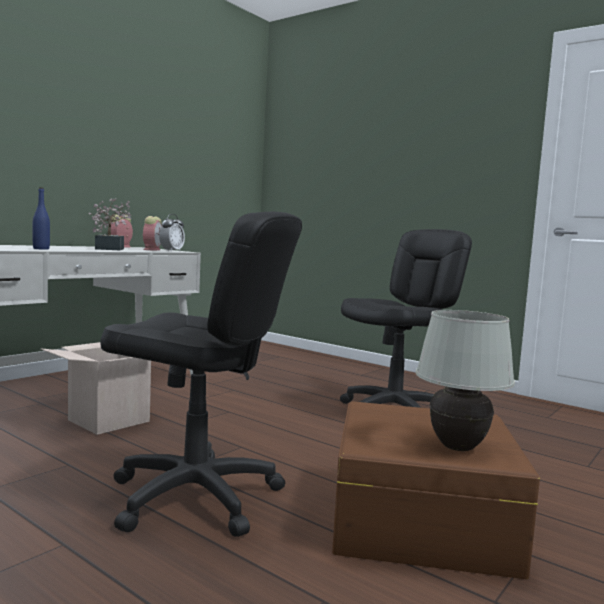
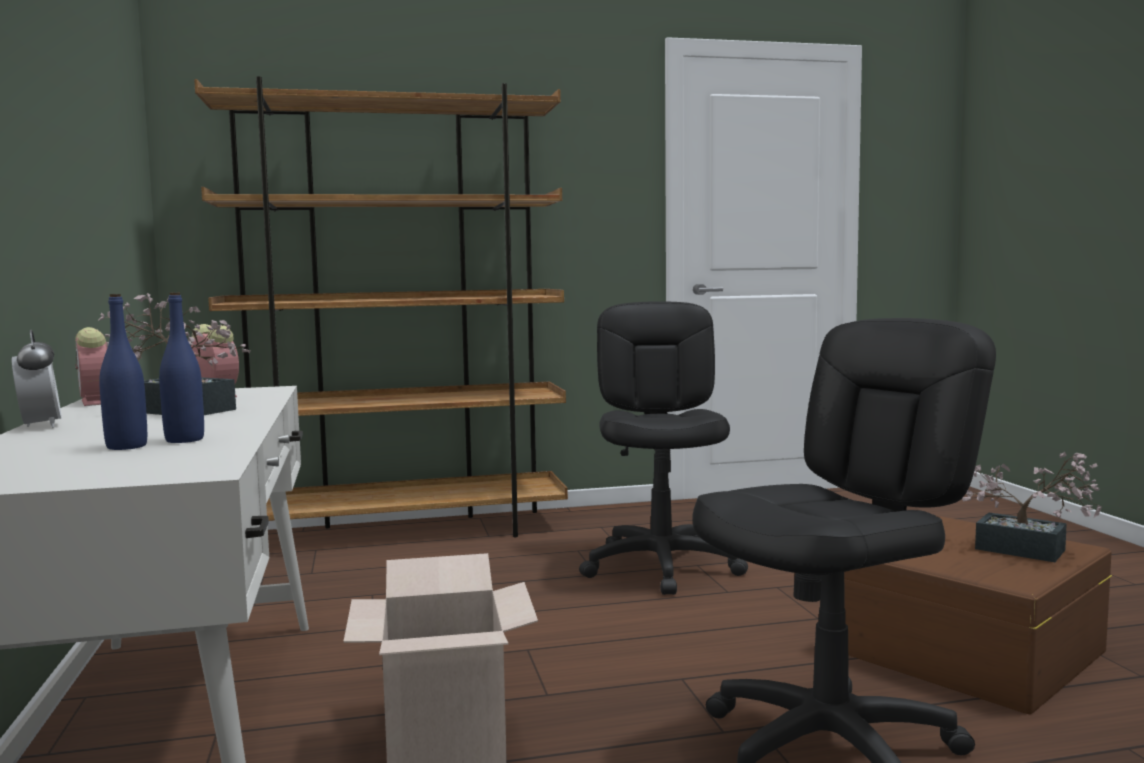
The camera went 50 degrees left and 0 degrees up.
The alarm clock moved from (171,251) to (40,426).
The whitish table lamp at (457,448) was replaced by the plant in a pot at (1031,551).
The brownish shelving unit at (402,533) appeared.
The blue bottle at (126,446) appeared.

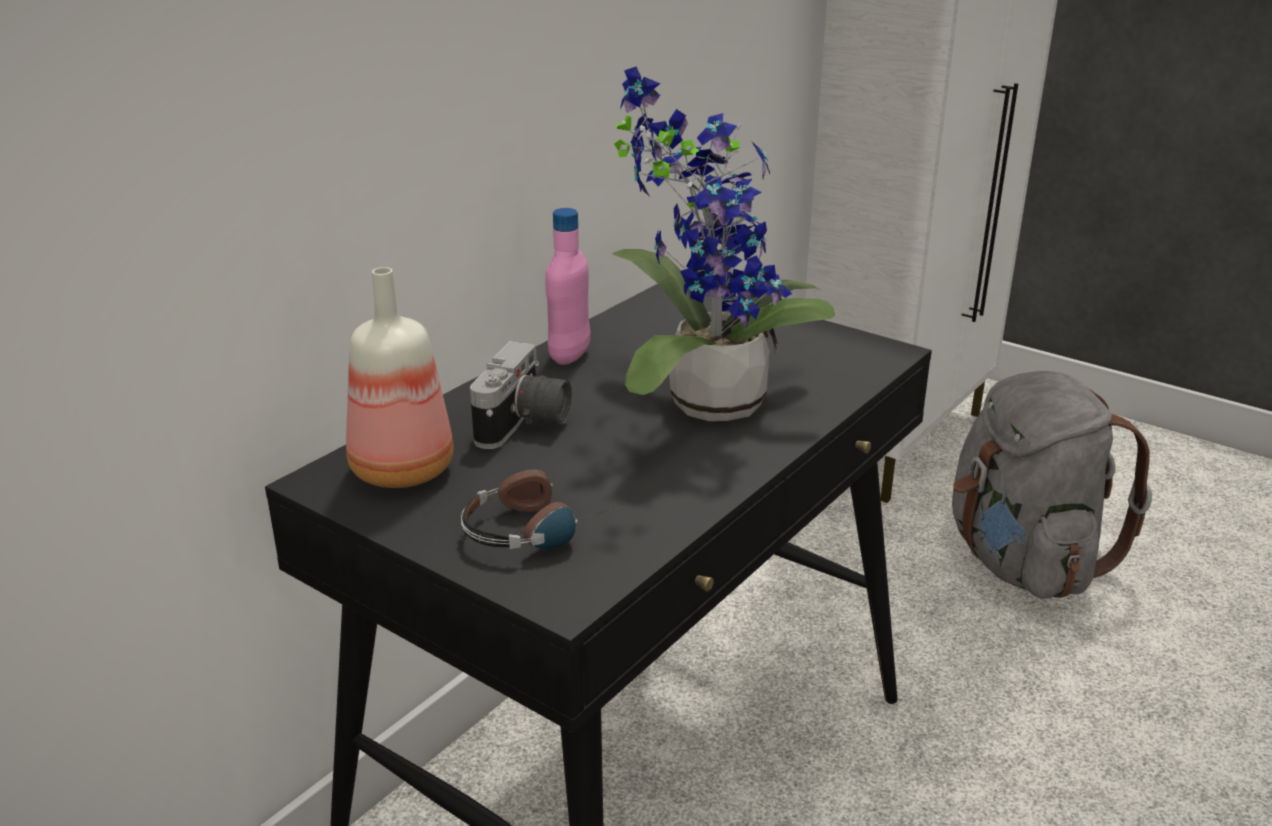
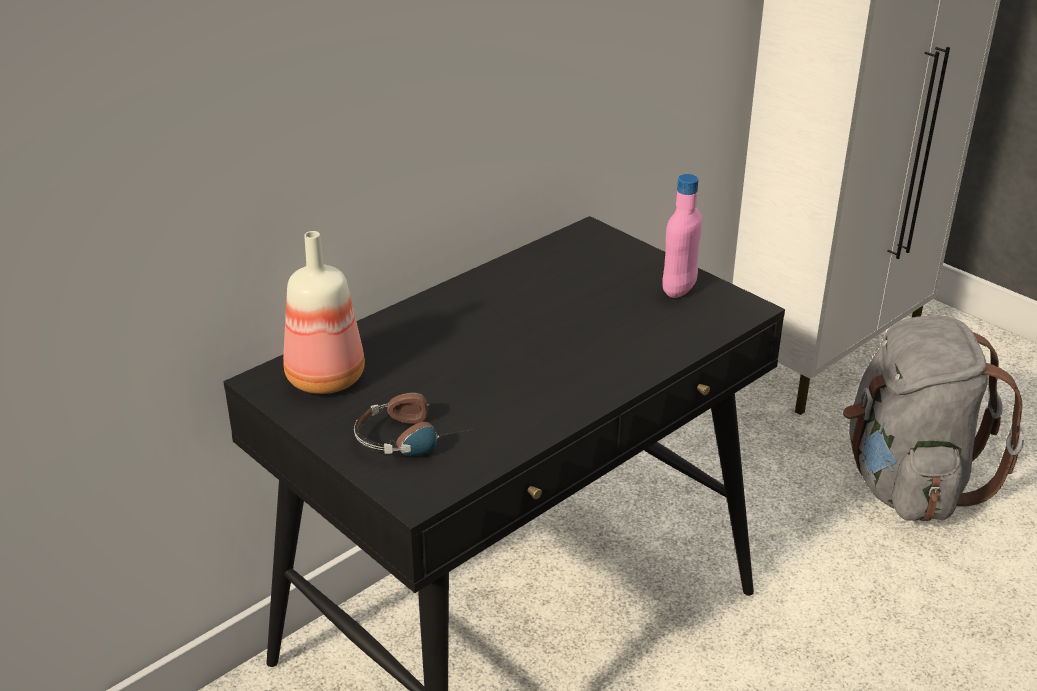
The camera went 10 degrees right and 5 degrees up.
The plant in a pot at (704,400) disappeared.
The pink-coloured bottle moved from (569,355) to (679,290).
The photo camera at (525,424) disappeared.

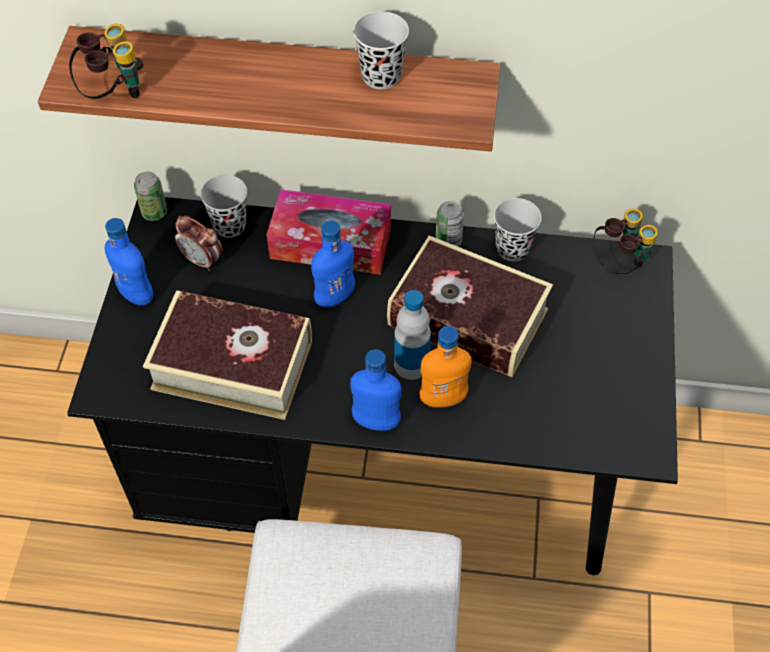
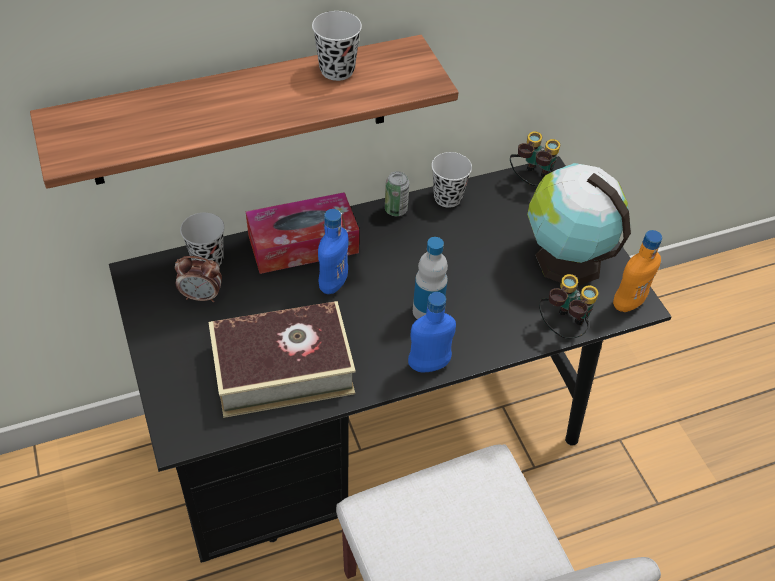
The camera went 30 degrees left and 5 degrees down.
The pair of binoculars moved from (113,93) to (562,327).
The sealed can at (154,212) disappeared.
The blue bottle at (136,294) disappeared.
The bound book at (467,318) disappeared.
The orange bottle moved from (443,398) to (628,303).
The desk globe at (565,259) appeared.

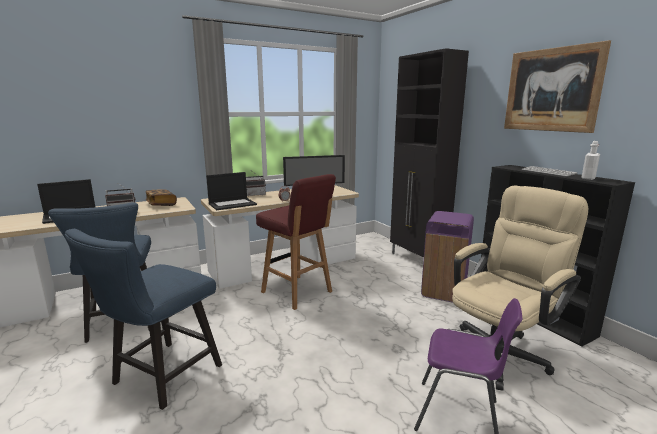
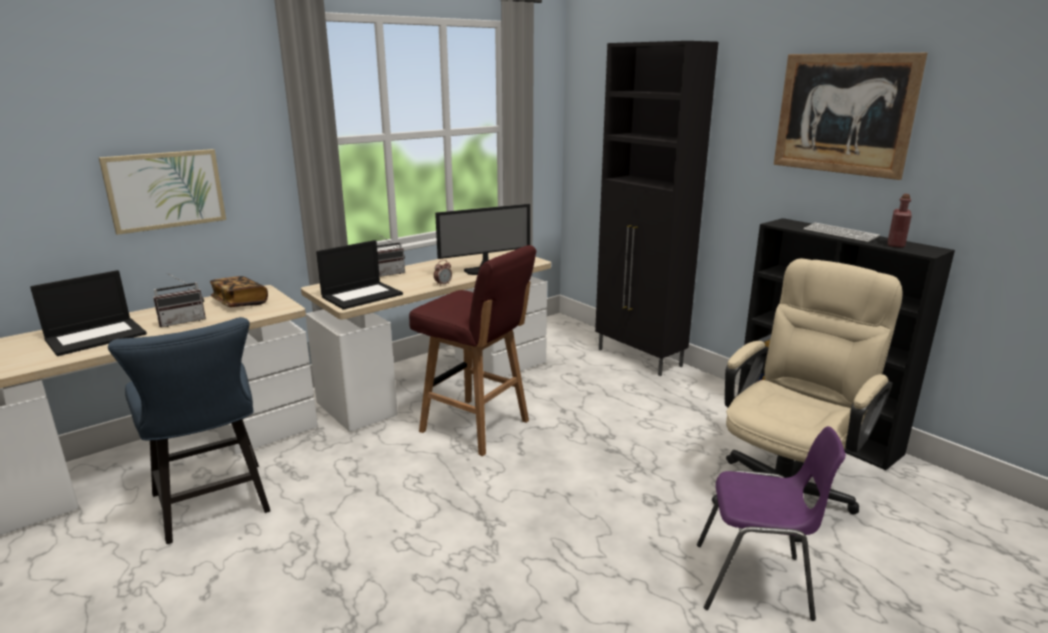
The camera went 10 degrees left and 5 degrees up.
The whitish bottle at (588,178) became the reddish bottle at (895,244).
The purple trash can at (444,291) disappeared.
The blue plain chair at (161,378) disappeared.
The picture at (165,190) appeared.

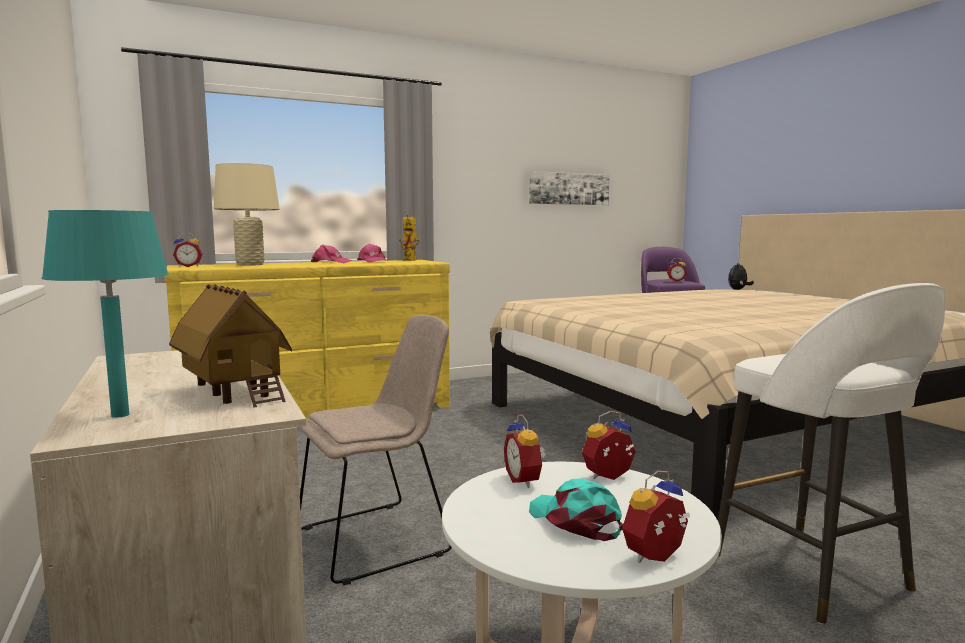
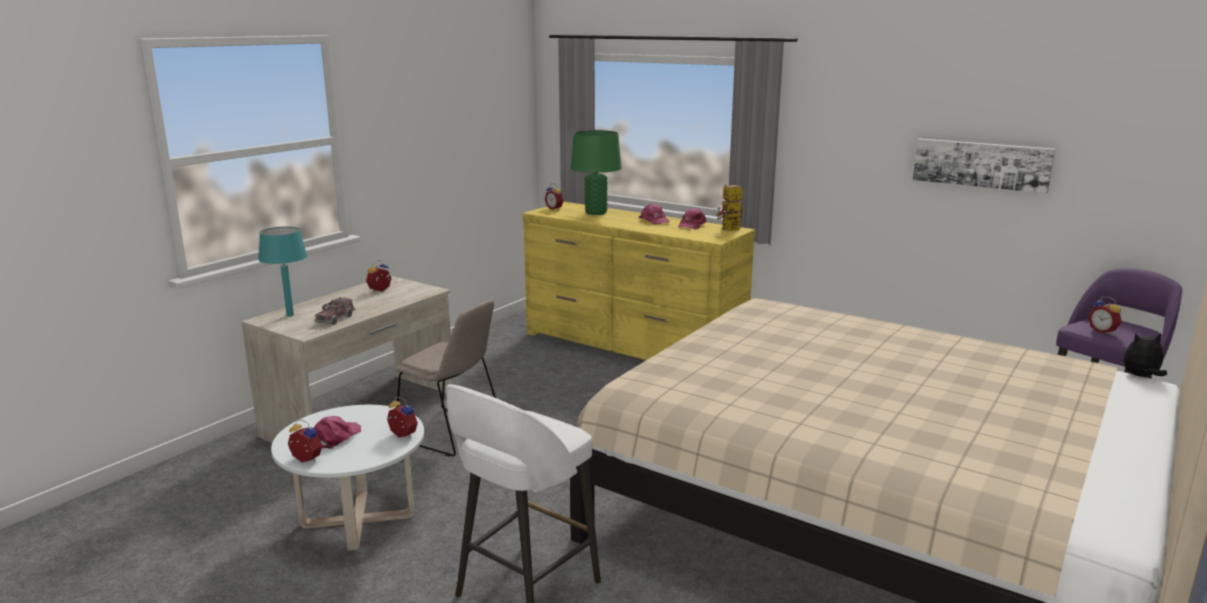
The camera went 60 degrees right and 10 degrees up.
The sand-coloured table lamp at (250,264) became the green-coloured table lamp at (596,213).
The model house at (233,393) was replaced by the toy truck at (335,319).
The alarm clock moved from (525,480) to (380,291).
The blue-green peaked cap at (576,521) became the pink-coloured peaked cap at (336,437).

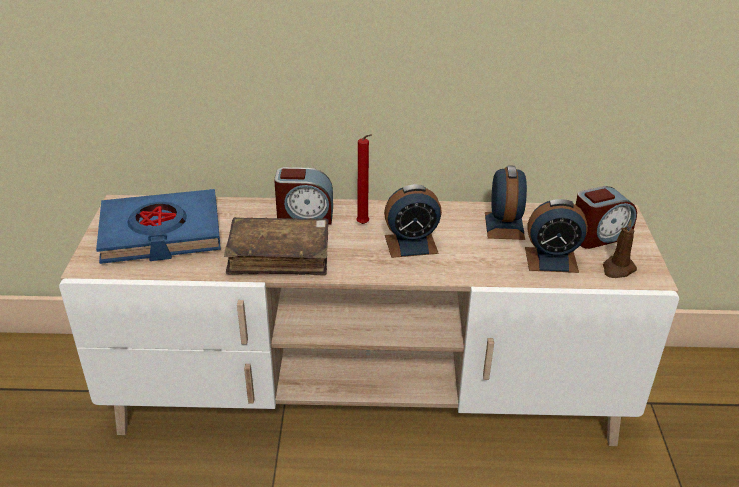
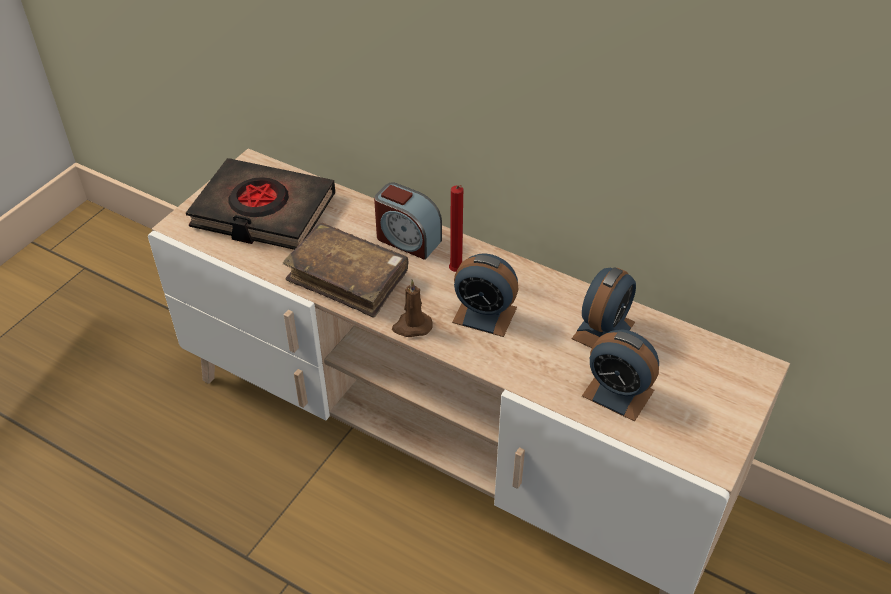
The camera went 30 degrees right and 10 degrees up.
The alarm clock at (599,236) disappeared.
The blue bound book at (161,233) became the blackish bound book at (263,212).
The brownish wax candle moved from (617,269) to (412,326).

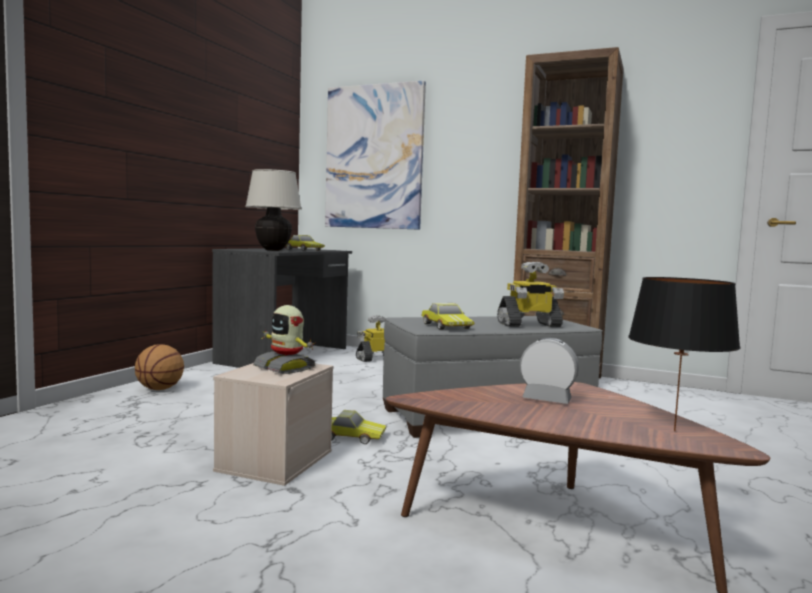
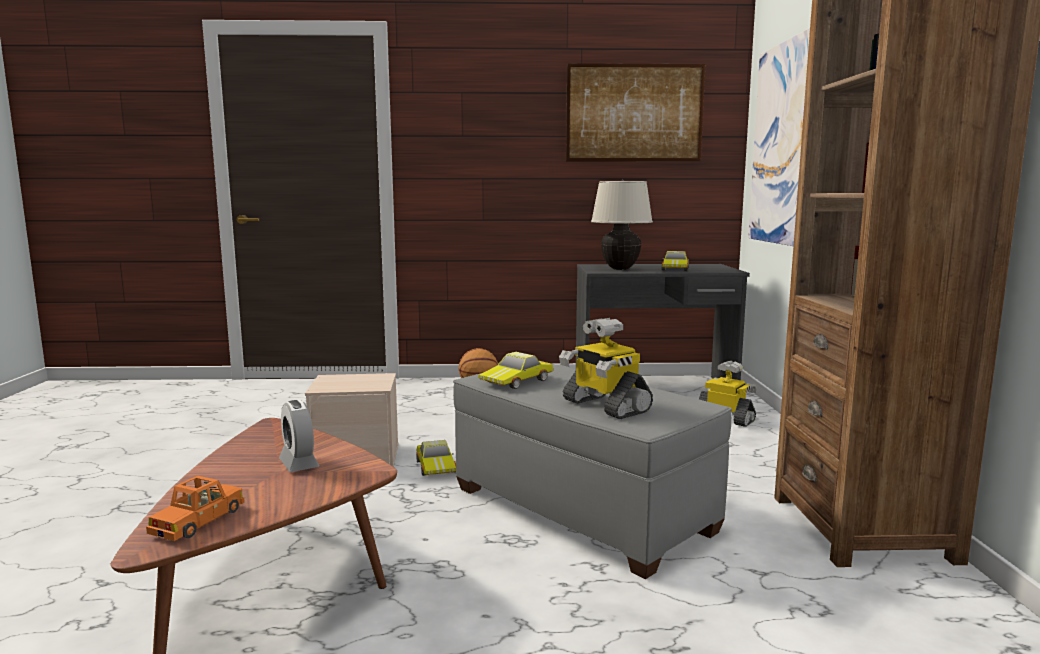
The camera went 65 degrees right and 5 degrees up.
The blackish table lamp at (675,431) was replaced by the orange toy car at (199,521).
The model robot at (285,368) disappeared.
The alarm clock at (546,399) turned 150 degrees clockwise.
The picture at (634,113) appeared.

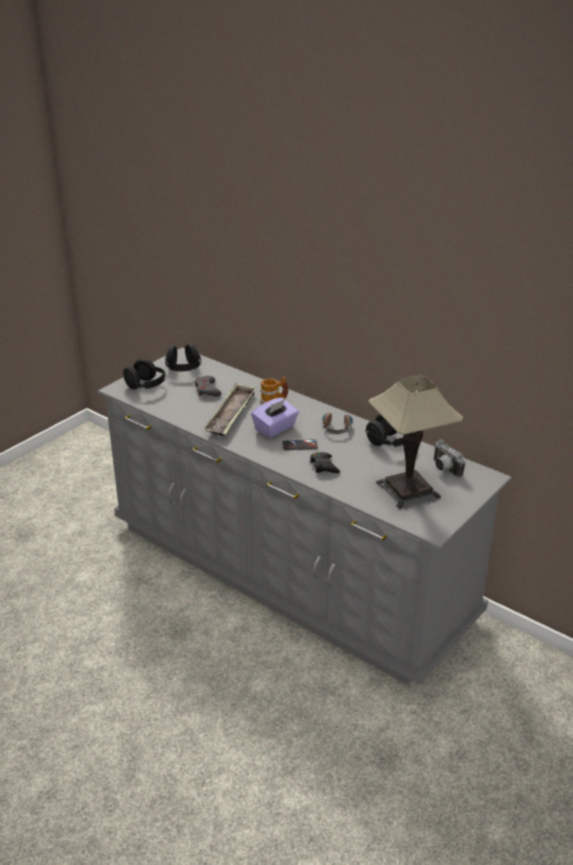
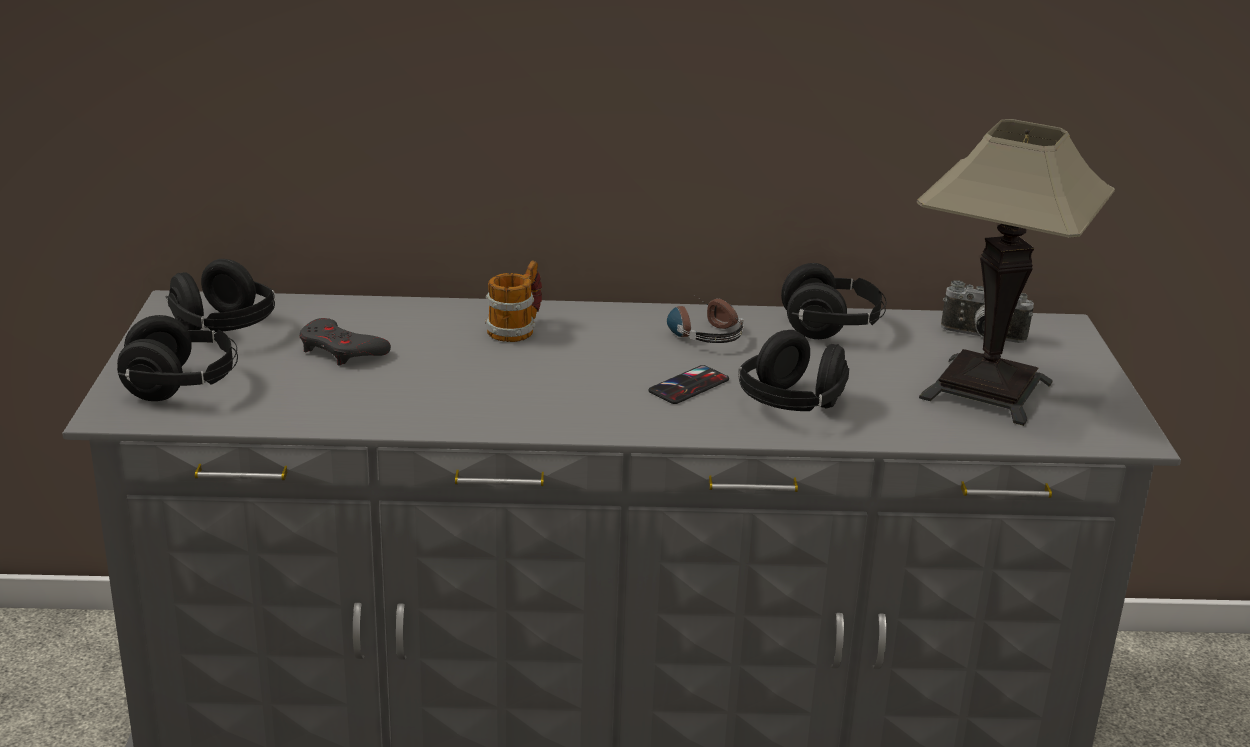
The camera went 40 degrees left and 5 degrees down.
The tray at (231,414) disappeared.
The purple tissue holder at (275,428) disappeared.
The blackish joypad at (324,466) was replaced by the blackish headset at (791,405).

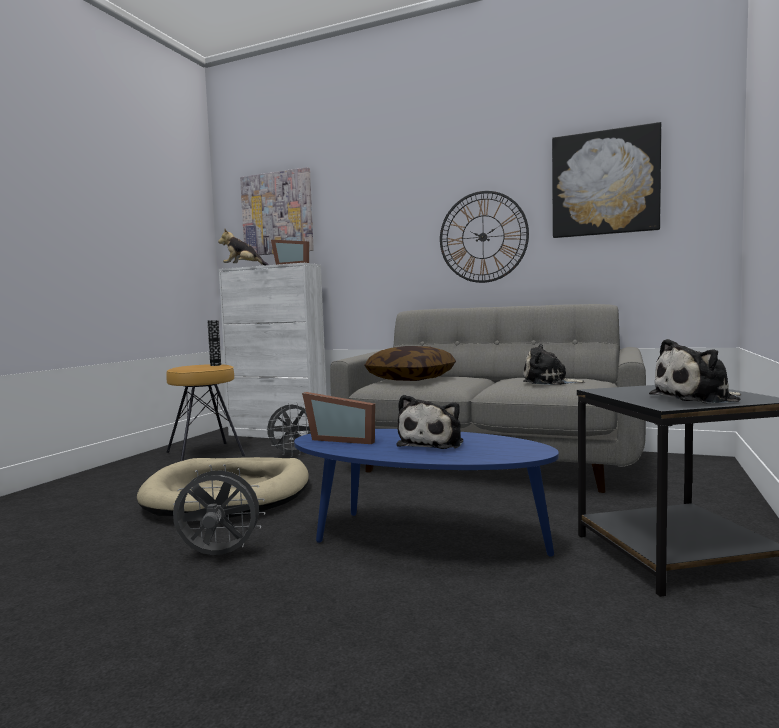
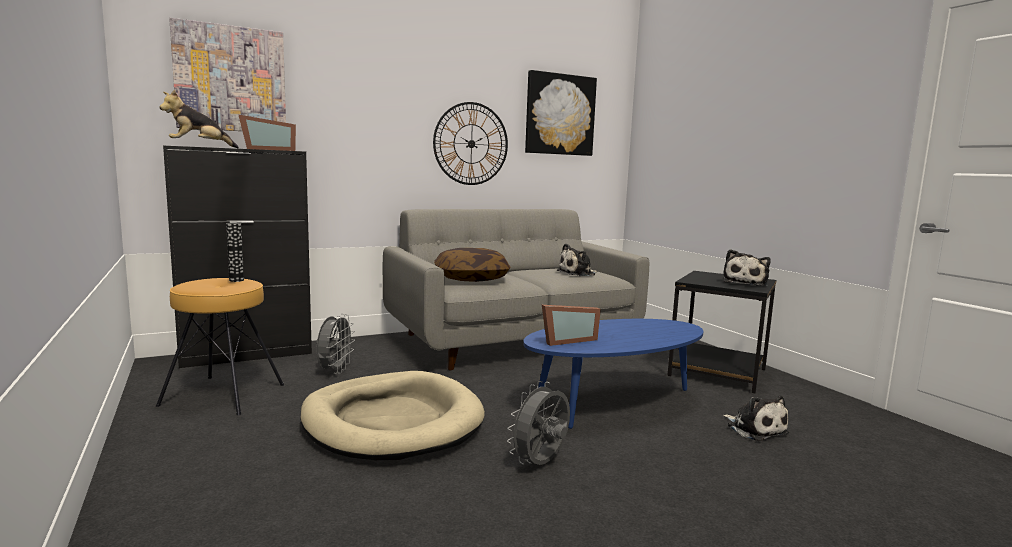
The camera went 50 degrees left and 5 degrees up.
The whitish storage cabinet at (278,434) became the blackish storage cabinet at (248,354).
The plush toy moved from (433,443) to (754,429).

